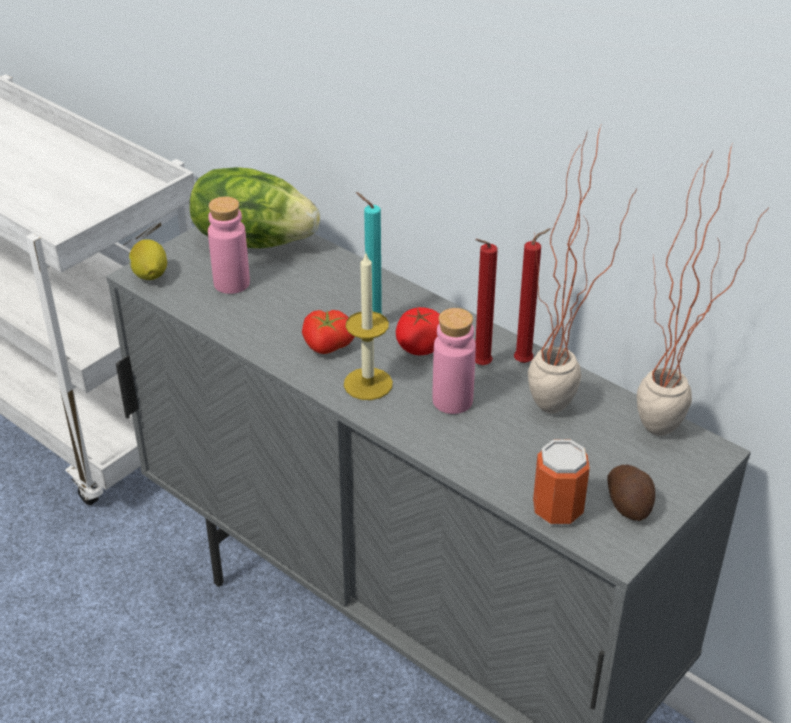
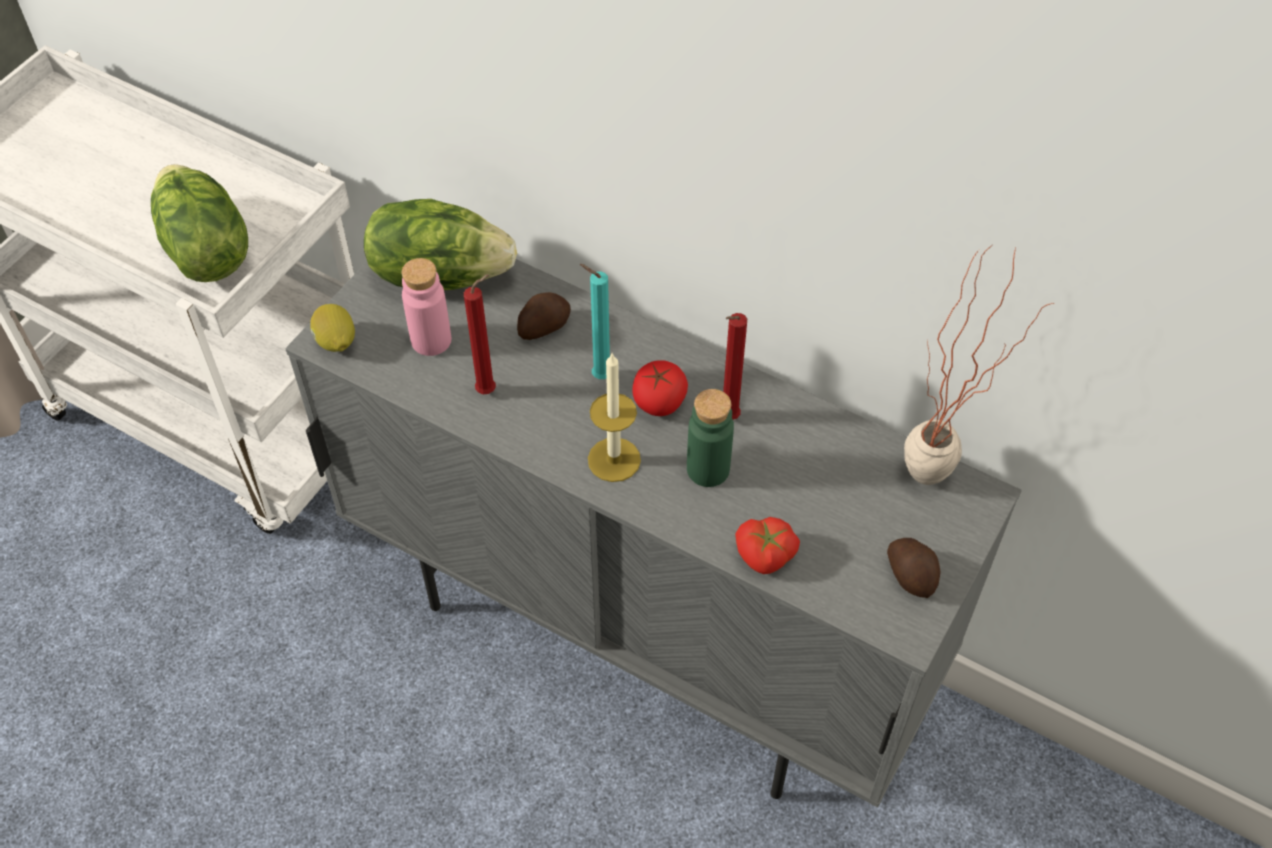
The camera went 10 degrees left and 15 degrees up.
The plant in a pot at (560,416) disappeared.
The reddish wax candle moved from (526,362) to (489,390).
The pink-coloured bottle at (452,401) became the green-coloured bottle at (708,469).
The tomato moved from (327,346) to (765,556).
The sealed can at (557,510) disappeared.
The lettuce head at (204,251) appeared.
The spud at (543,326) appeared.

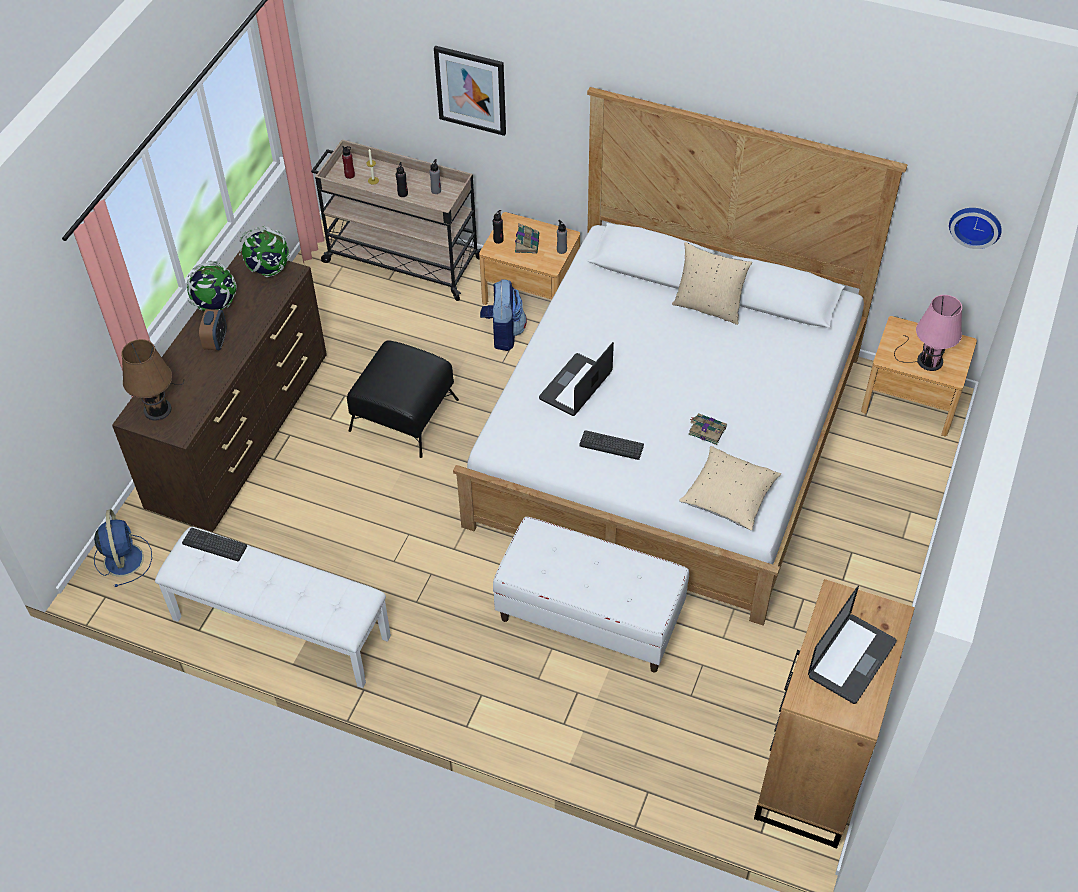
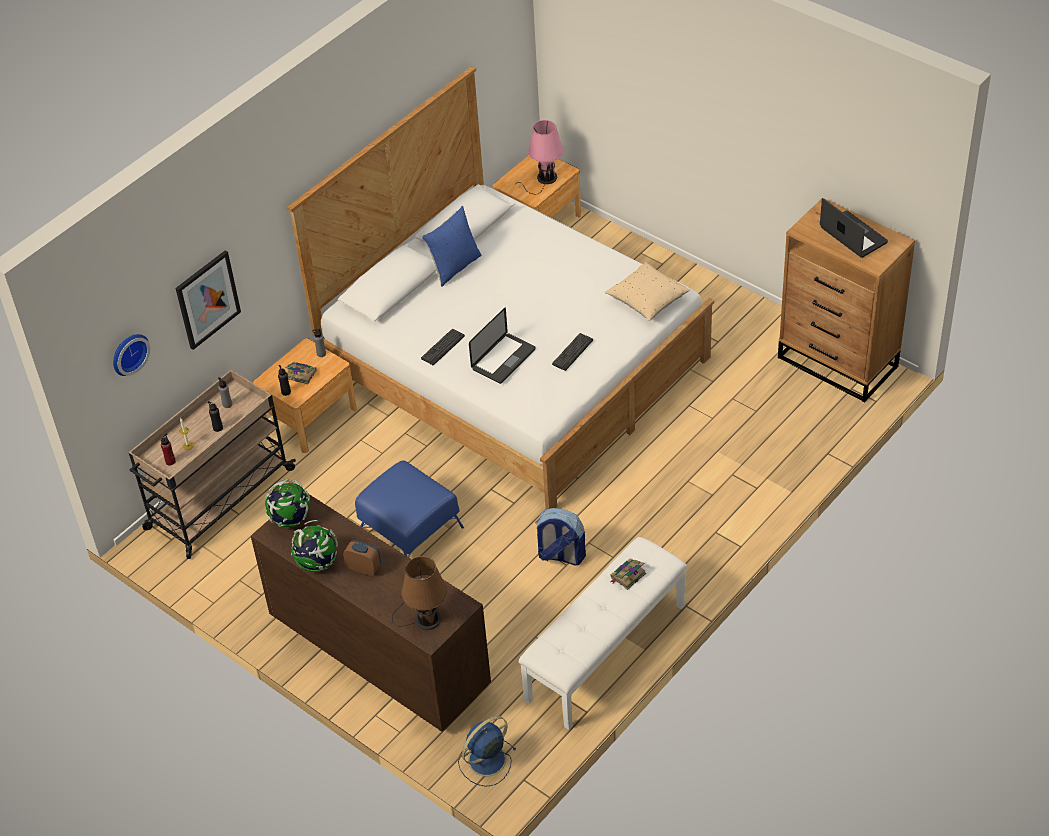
The camera went 70 degrees left and 5 degrees down.
The wall clock moved from (976,224) to (128,353).
The sand-coloured cushion at (708,307) became the blue cushion at (454,267).
The backpack moved from (503,333) to (560,555).
The blackish ottoman at (404,414) became the blue ottoman at (410,530).
The portable computer at (575,386) turned 105 degrees counterclockwise.
The bound book moved from (706,430) to (627,576).
The blue electric fan at (123,558) turned 45 degrees counterclockwise.
The whitish bench at (590,617) disappeared.
The PC keyboard moved from (214,545) to (443,347).

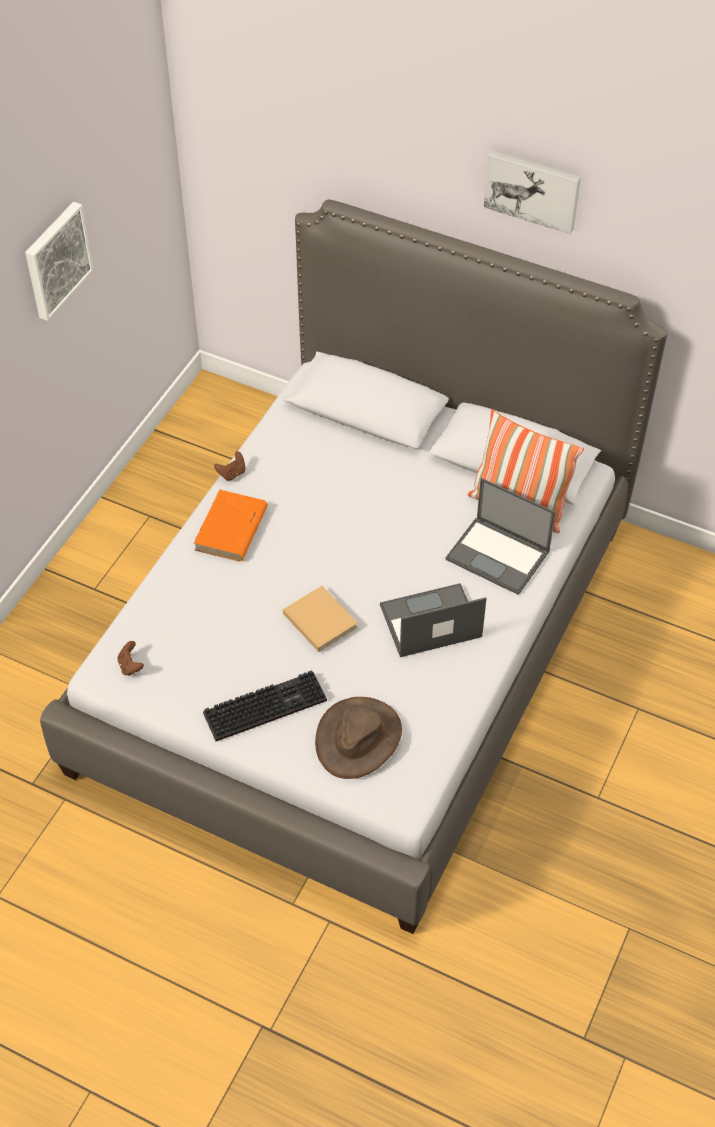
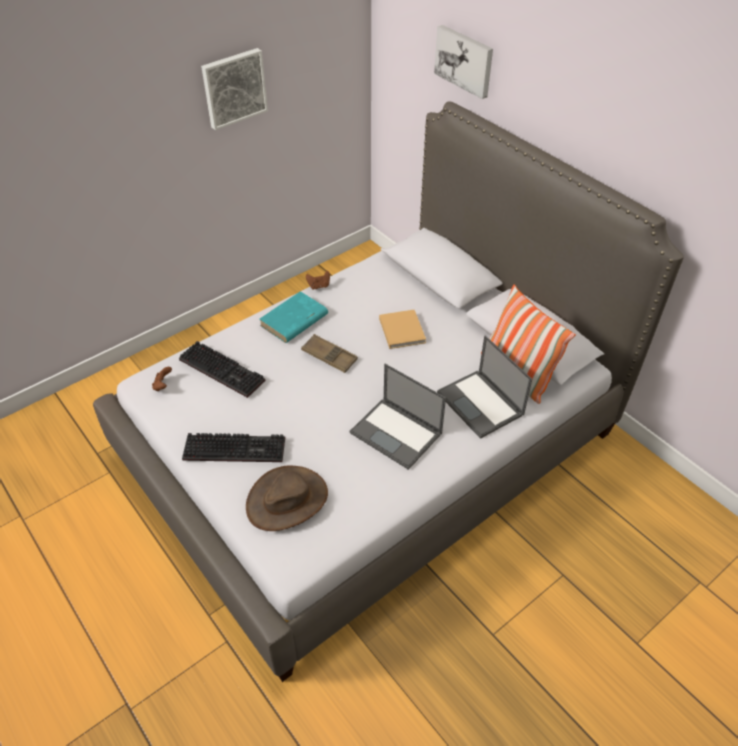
The camera went 25 degrees right and 5 degrees down.
The picture moved from (532,189) to (464,60).
The orange bound book at (231,529) became the blue-green bound book at (293,320).
The portable computer at (429,622) turned 150 degrees counterclockwise.
The sand-coloured bound book moved from (319,619) to (401,329).
The brownish tray at (329,356) appeared.
The PC keyboard at (224,370) appeared.

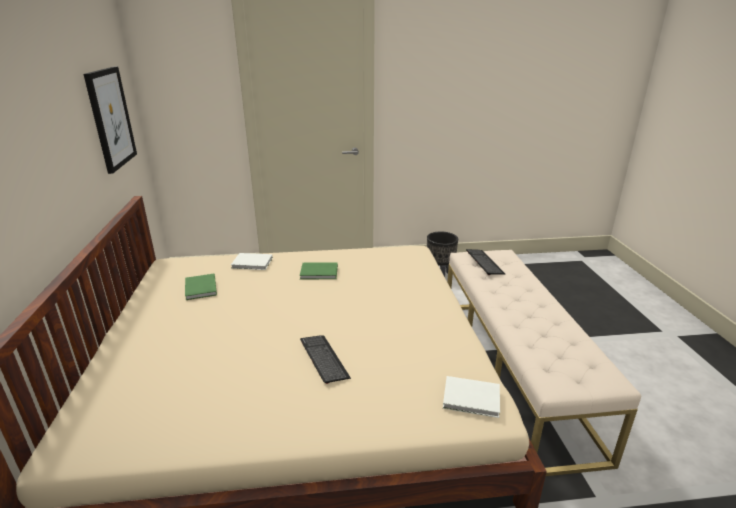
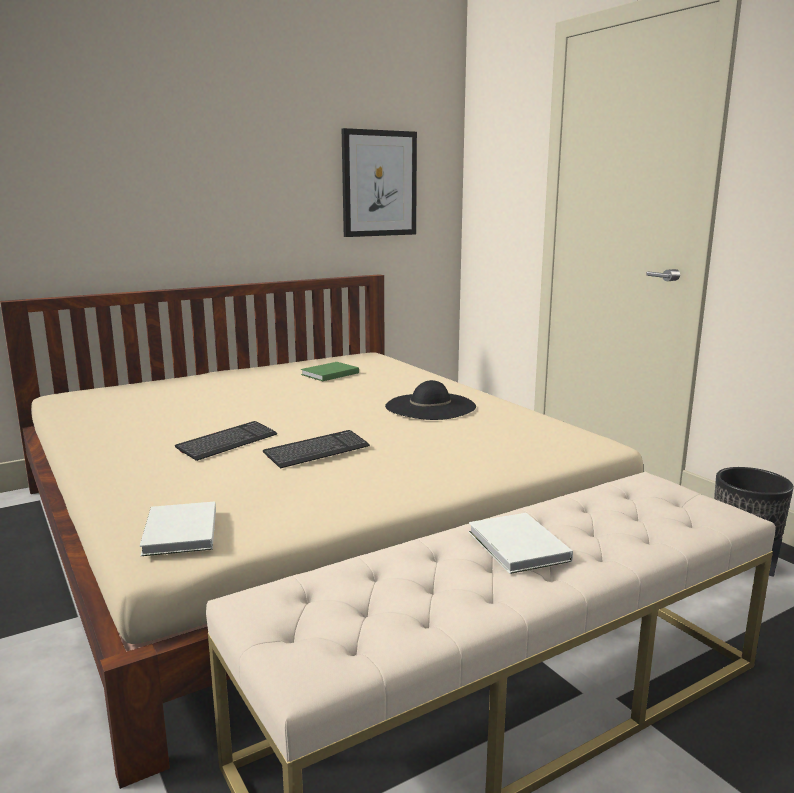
The camera went 65 degrees right and 10 degrees down.
The PC keyboard moved from (484,263) to (317,451).
The whitish bound book moved from (253,263) to (518,547).
The green-coloured bound book at (320,273) was replaced by the blackish clothing hat at (430,406).

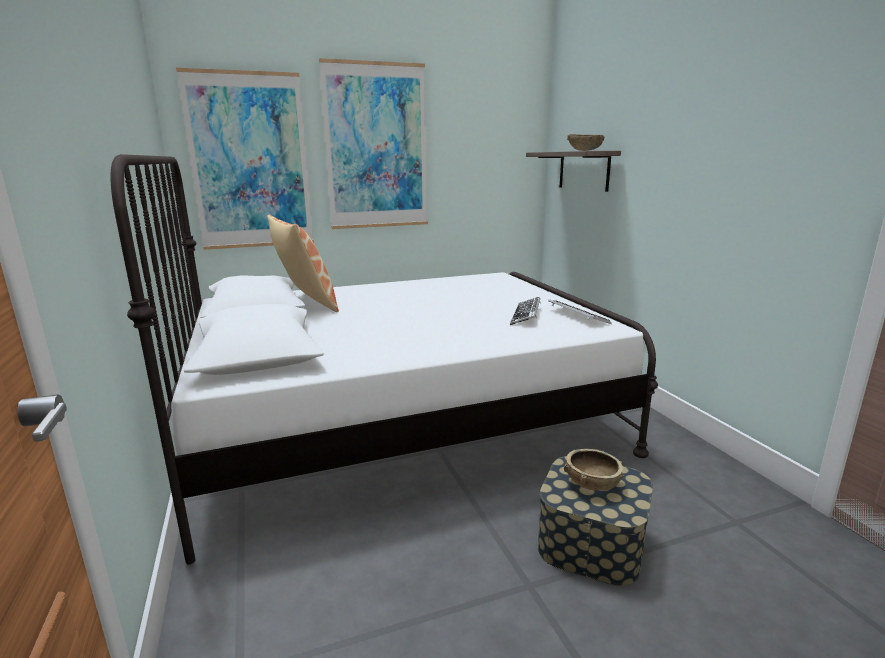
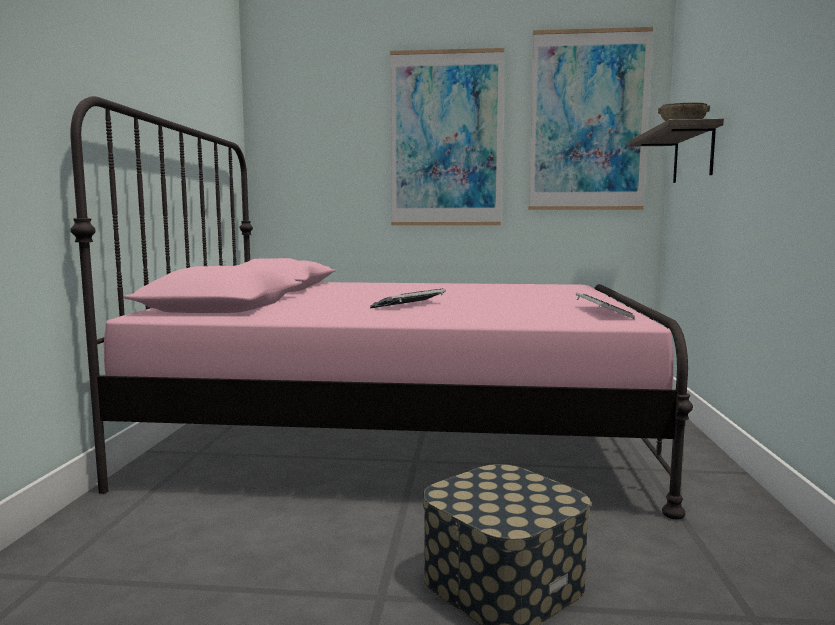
The camera went 25 degrees right and 10 degrees down.
The picture moved from (250,162) to (588,121).
The whitish bed at (400,421) became the pink-coloured bed at (401,431).
The cushion at (305,303) disappeared.
The PC keyboard moved from (526,315) to (410,305).
The brownish deep dish at (591,483) disappeared.

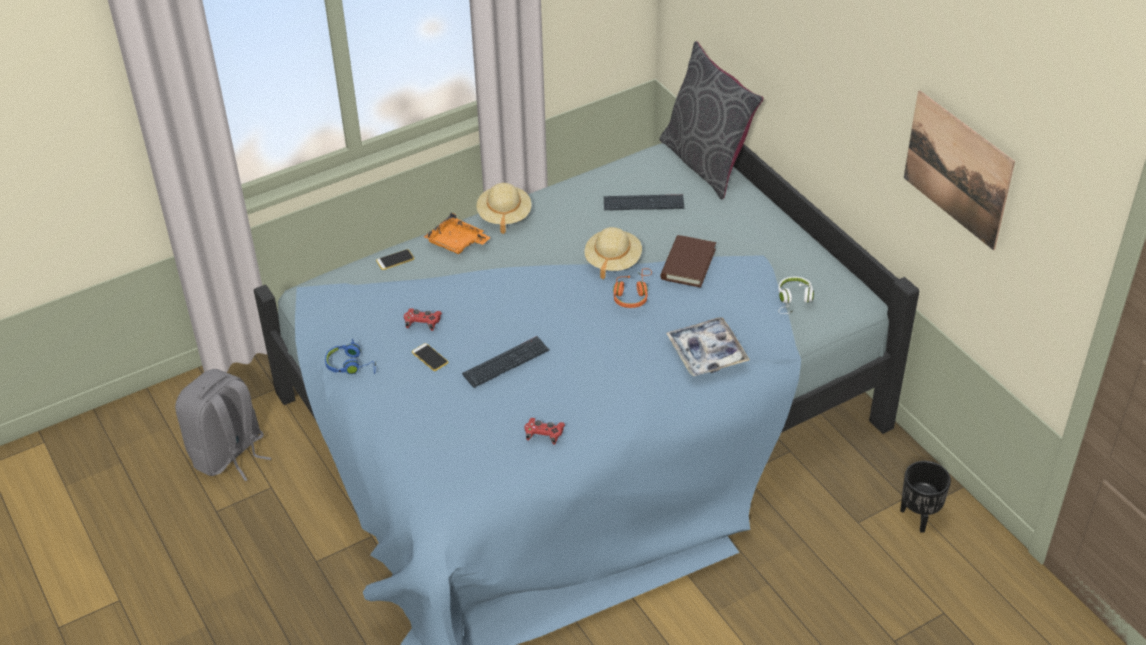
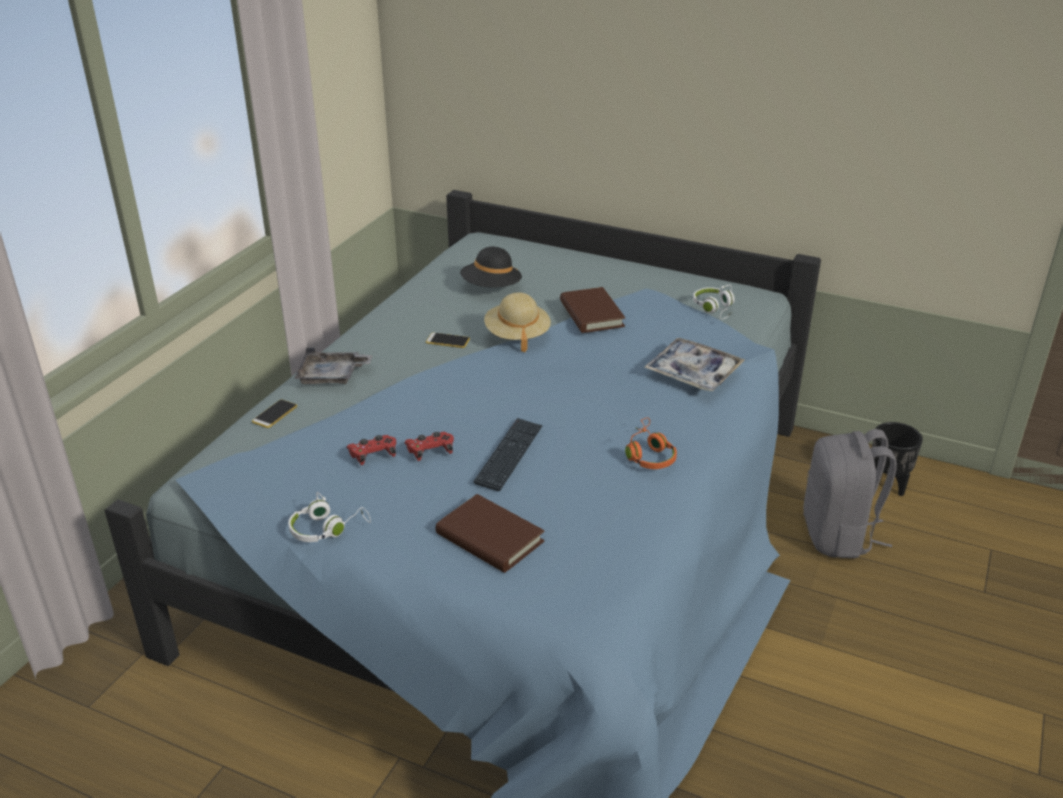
The camera went 35 degrees left and 10 degrees down.
The gray cushion at (706,163) disappeared.
The picture at (957,169) disappeared.
The sand-coloured clothing hat at (504,216) disappeared.
The PC keyboard at (643,204) was replaced by the blackish clothing hat at (491,288).
The orange tray at (457,243) became the gray tray at (332,376).
The orange headset moved from (632,295) to (648,454).
The blue headset at (351,365) became the whitish headset at (327,528).
The telephone moved from (430,357) to (447,341).
The gray backpack moved from (228,454) to (838,536).
The reddish joypad moved from (544,435) to (430,452).
The brownish bound book at (489,538) appeared.

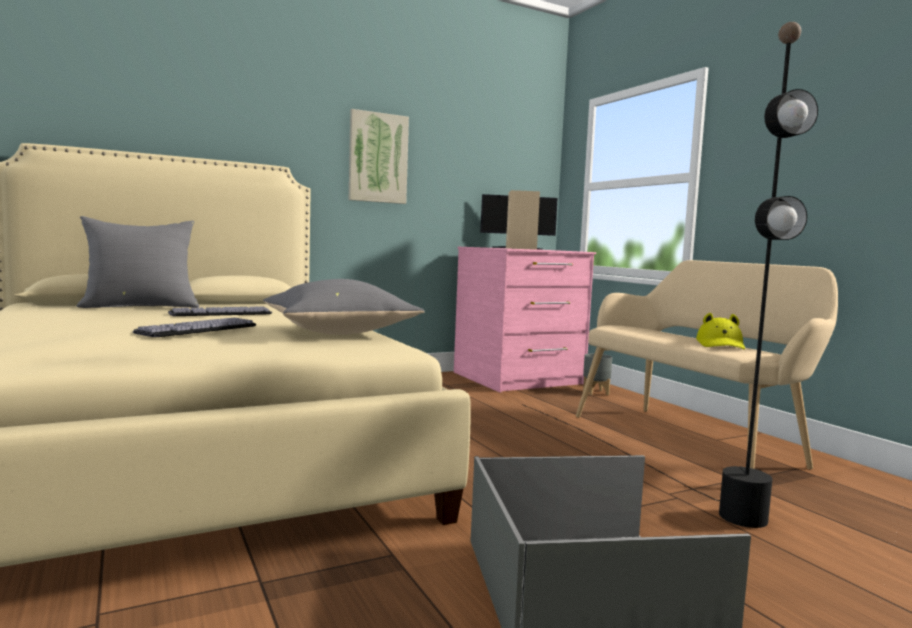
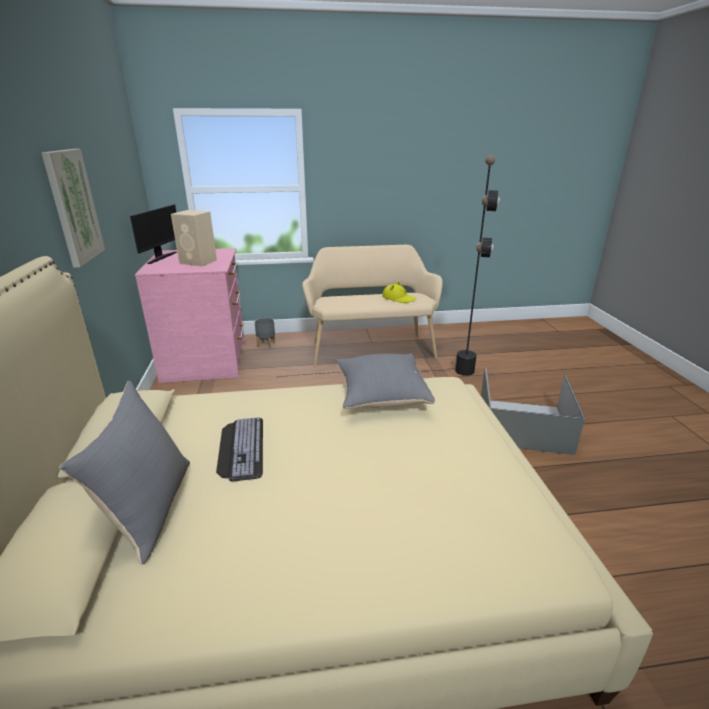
The camera went 70 degrees left and 20 degrees up.
The PC keyboard at (194,328) disappeared.

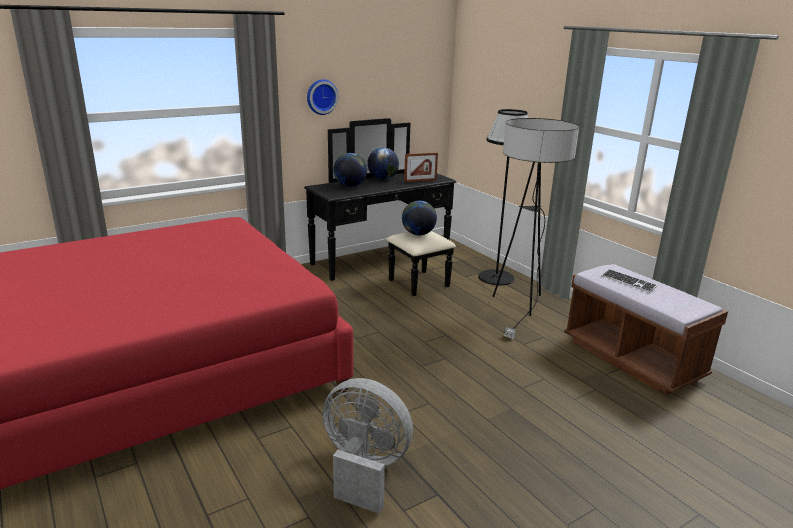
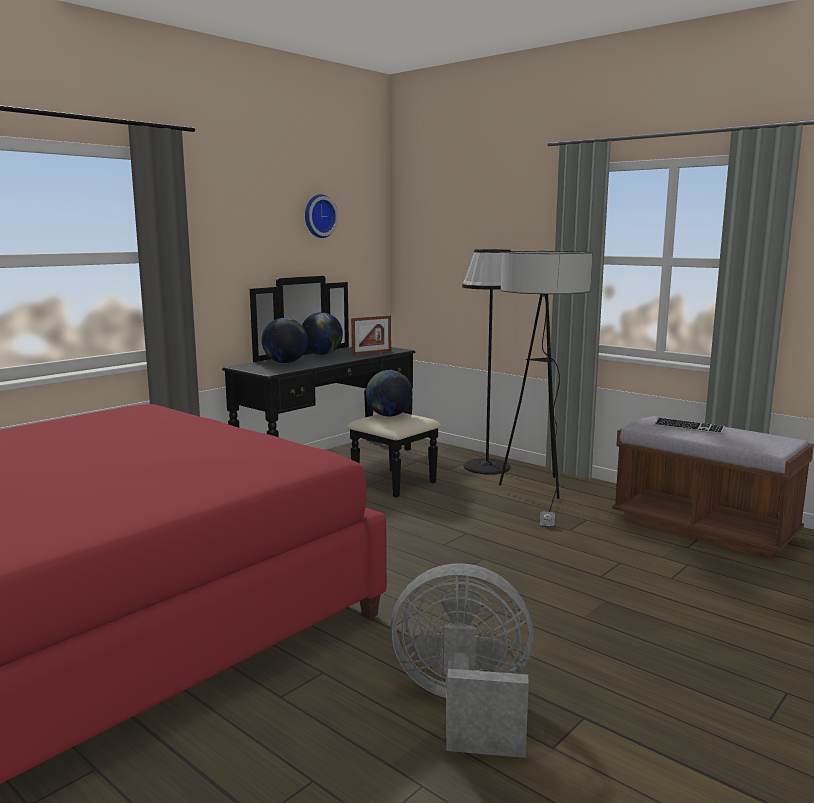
The camera went 15 degrees left and 10 degrees down.
The wall clock moved from (321,96) to (318,216).

